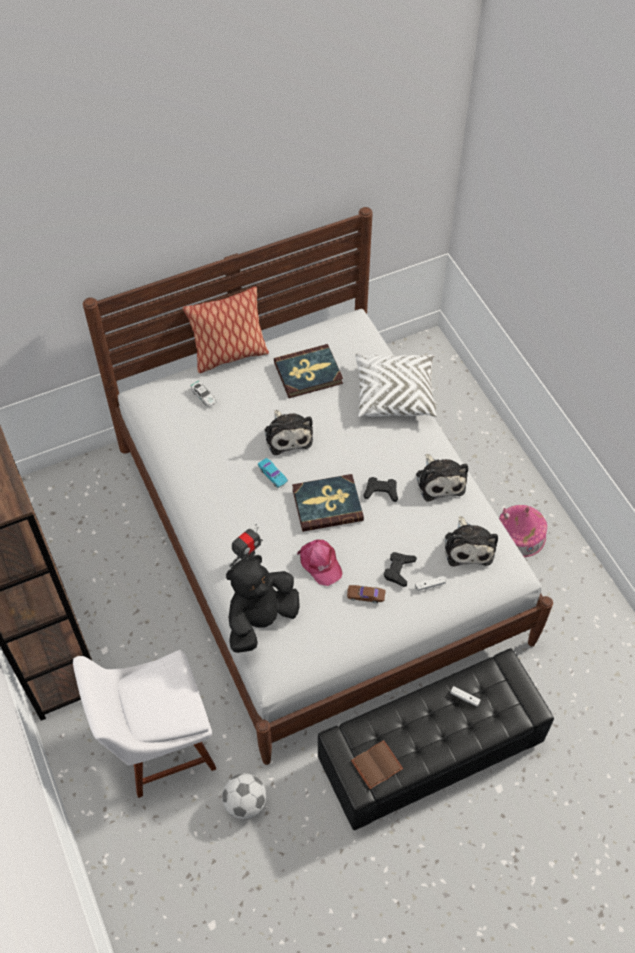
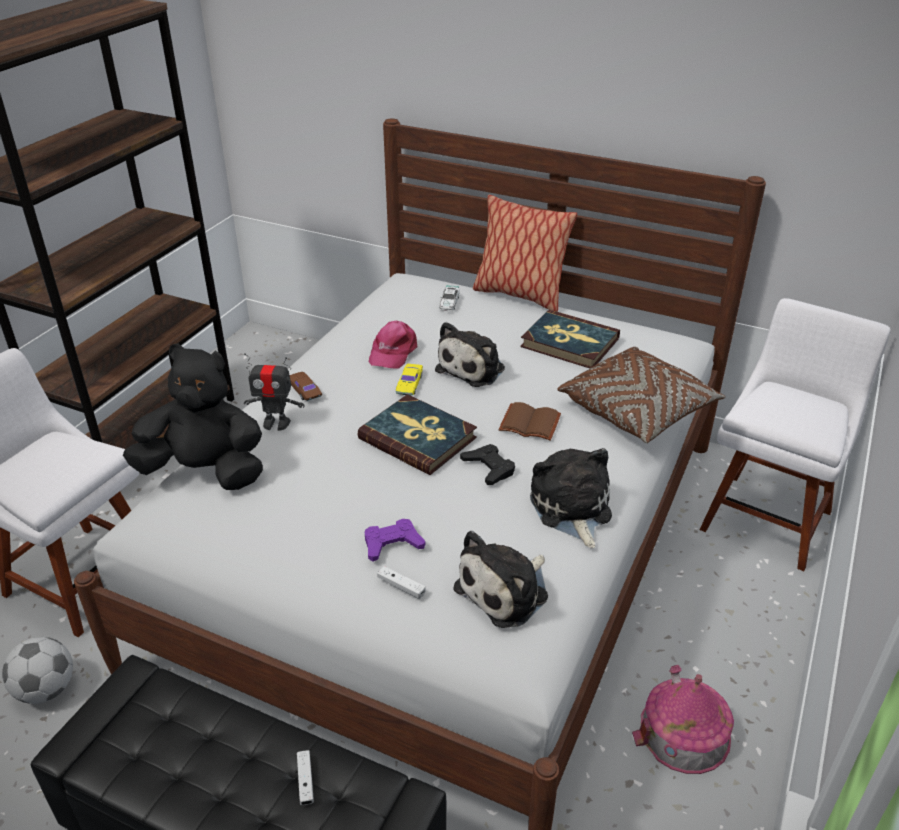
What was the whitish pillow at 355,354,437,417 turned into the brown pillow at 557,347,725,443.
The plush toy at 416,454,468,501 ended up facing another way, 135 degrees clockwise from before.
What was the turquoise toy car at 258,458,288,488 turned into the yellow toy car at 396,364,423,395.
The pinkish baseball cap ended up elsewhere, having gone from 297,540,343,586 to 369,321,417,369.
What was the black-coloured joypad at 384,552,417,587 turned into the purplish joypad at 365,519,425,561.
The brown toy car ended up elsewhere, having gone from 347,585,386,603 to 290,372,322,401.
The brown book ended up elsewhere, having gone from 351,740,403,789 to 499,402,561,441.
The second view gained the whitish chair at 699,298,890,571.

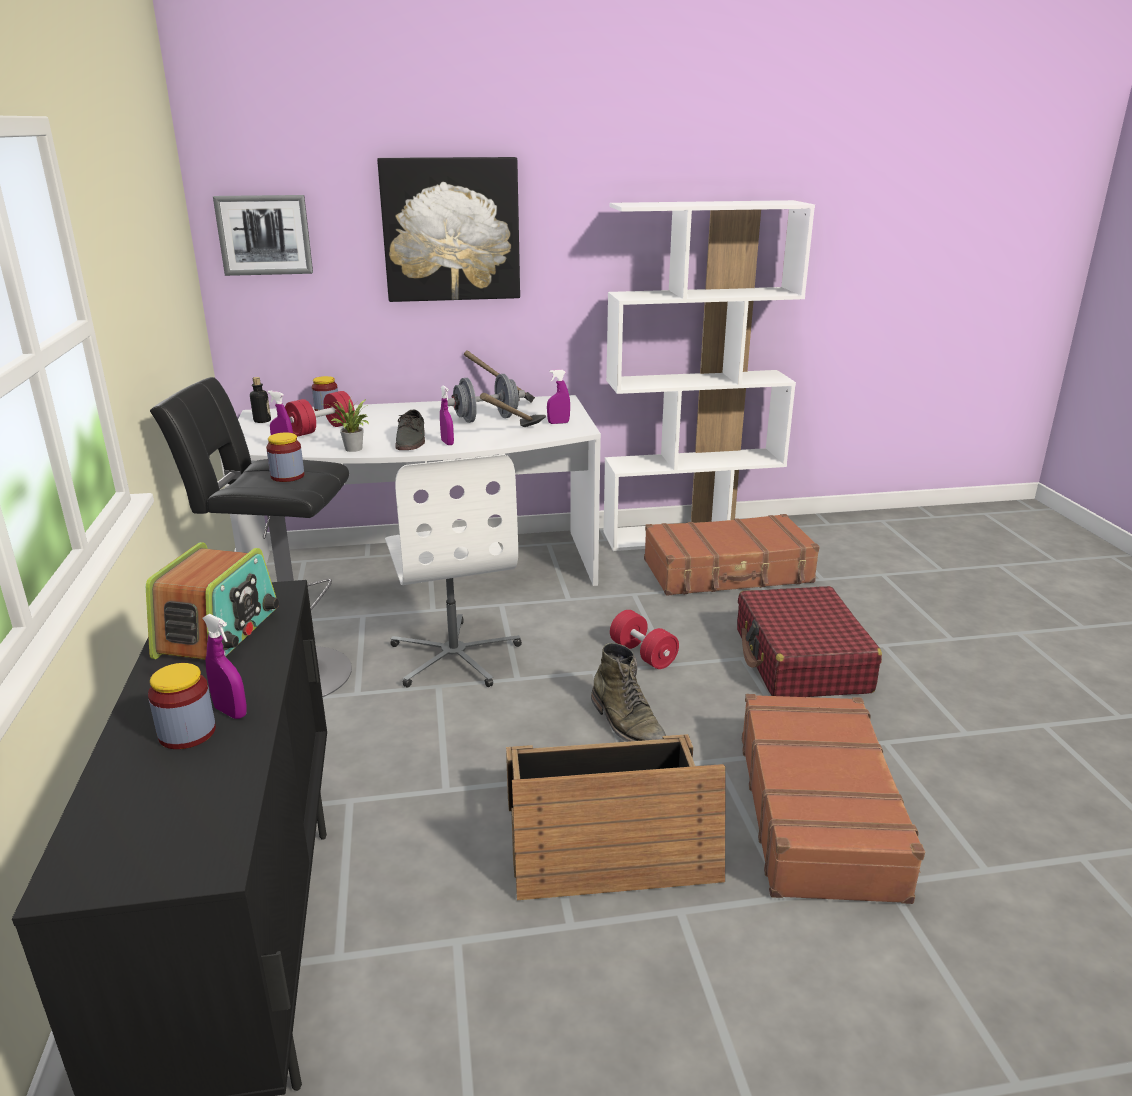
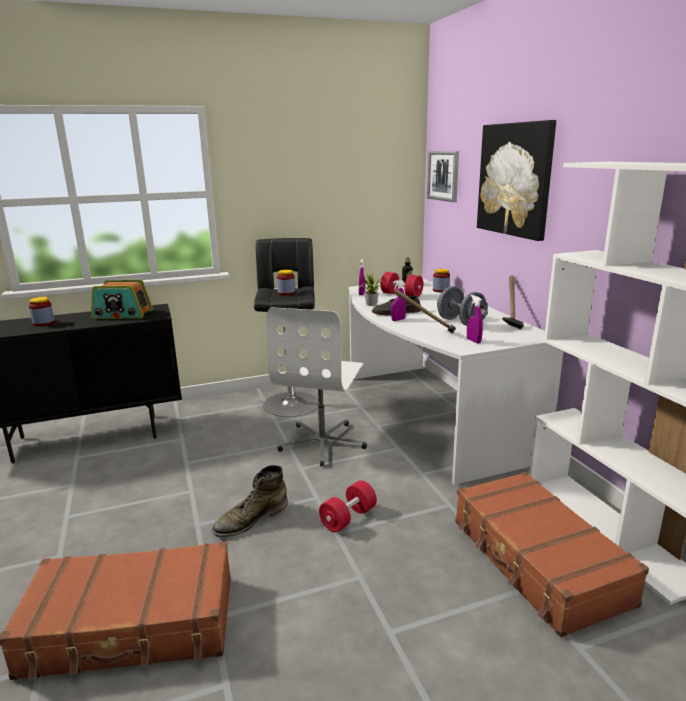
The whitish office chair at 385,454,522,688 ended up facing another way, 45 degrees counterclockwise from before.
The second view lost the red-coloured travel case at 737,586,882,697.
The second view lost the purplish sprayer at 203,614,247,719.
The second view lost the packing crate at 506,734,725,900.

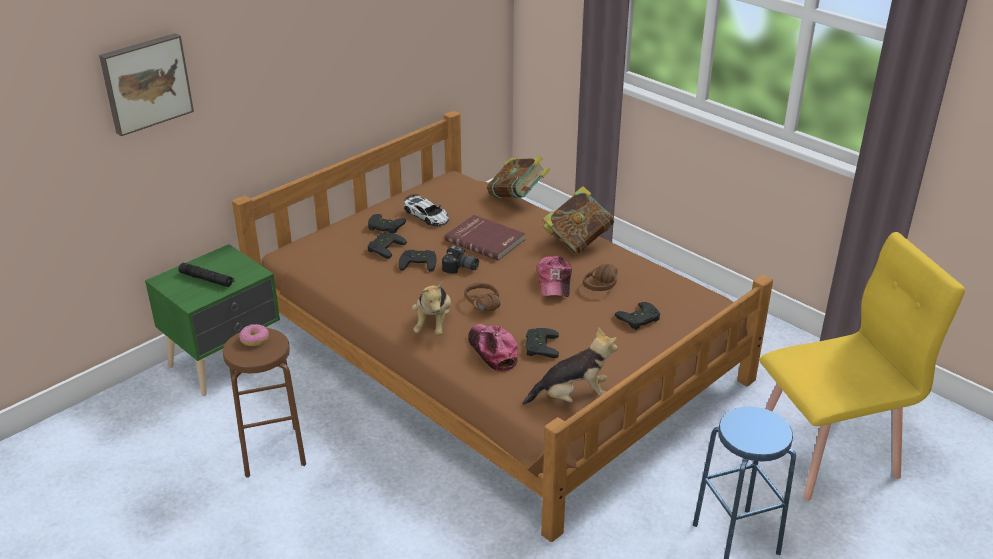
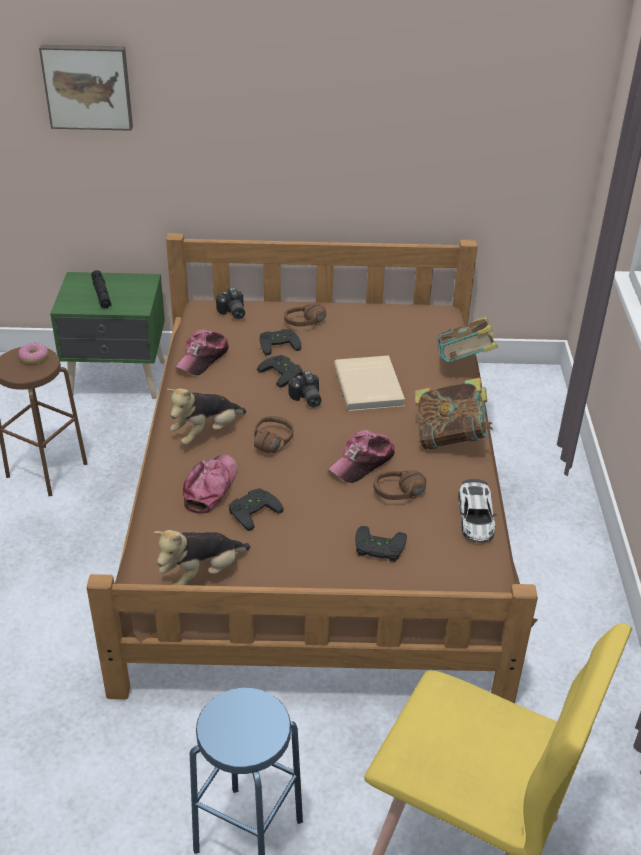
The toy car ended up elsewhere, having gone from 404,194,449,226 to 458,479,497,543.
Where the black-coloured joypad stood at 368,214,406,234, the brown headphones came to stand at 284,303,326,327.
What was the red-coloured book at 445,215,525,261 turned into the beige-coloured book at 334,355,405,411.
The plush toy at 522,327,618,405 ended up facing another way, 105 degrees clockwise from before.
The second view gained the still camera at 216,288,245,319.
The second view gained the baseball cap at 175,329,229,375.

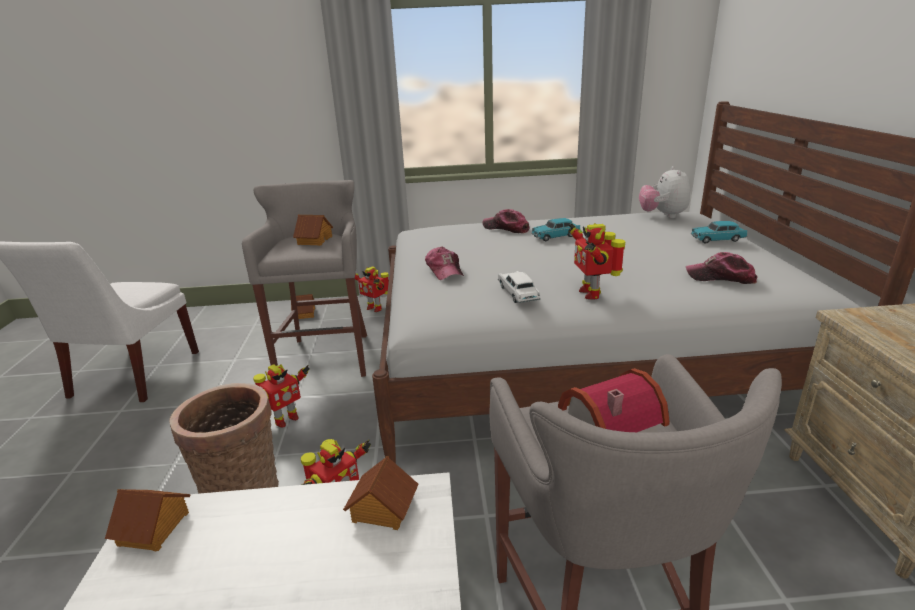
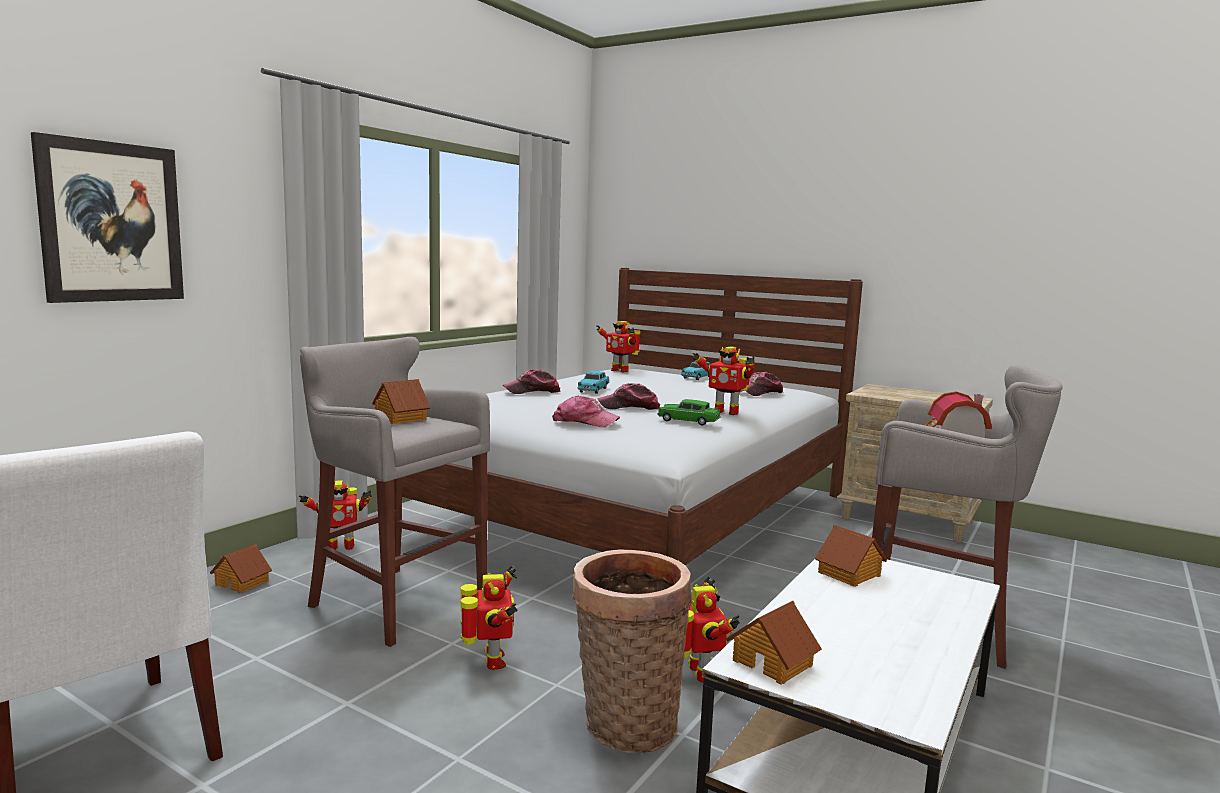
Where the plush toy stood at 639,166,690,218, the model robot came to stand at 597,321,640,372.
What was the whitish toy car at 498,271,541,303 turned into the green toy car at 657,399,721,425.
The second view gained the wall picture at 31,132,184,303.
The second view gained the baseball cap at 597,383,660,410.

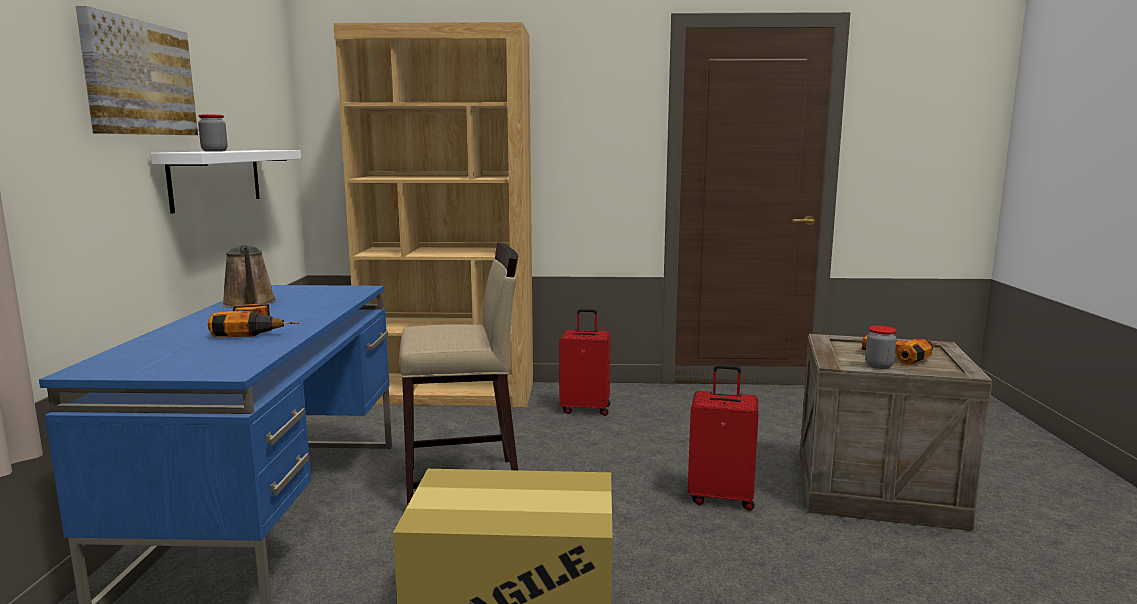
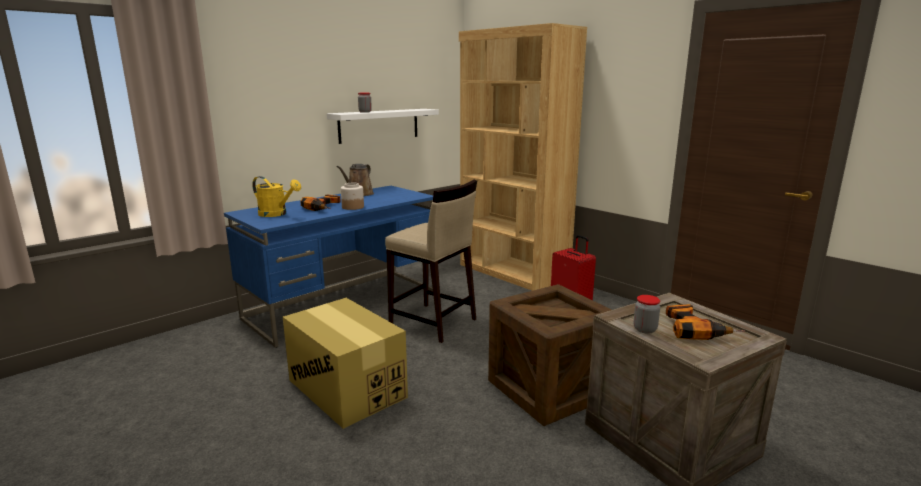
The second view lost the wall picture at 76,6,198,135.
Where the red-coloured travel case stood at 688,364,758,511, the packing crate came to stand at 488,284,612,426.
The second view gained the yellow watering can at 252,176,301,217.
The second view gained the storage jar at 341,183,364,210.

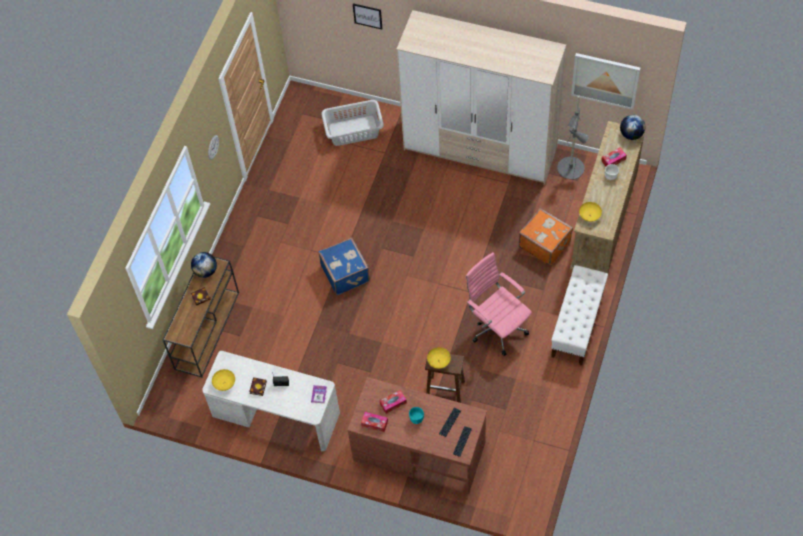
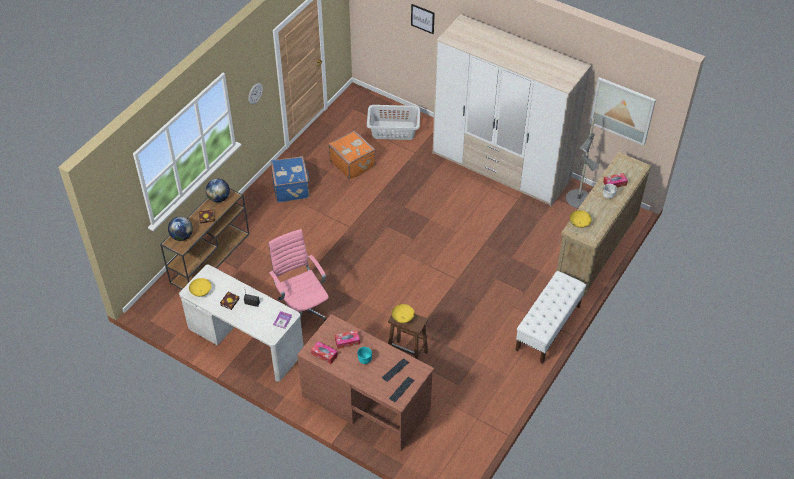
The globe ended up elsewhere, having gone from 620,115,646,140 to 168,216,193,241.
The orange-coloured travel case ended up elsewhere, having gone from 519,208,573,266 to 329,130,376,180.
The blue travel case ended up elsewhere, having gone from 318,237,370,295 to 271,156,310,202.
The pinkish office chair ended up elsewhere, having gone from 465,252,532,356 to 268,229,329,322.

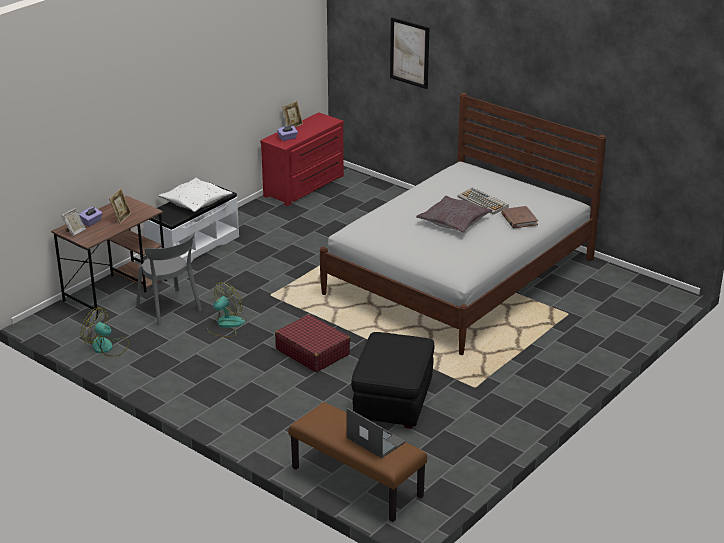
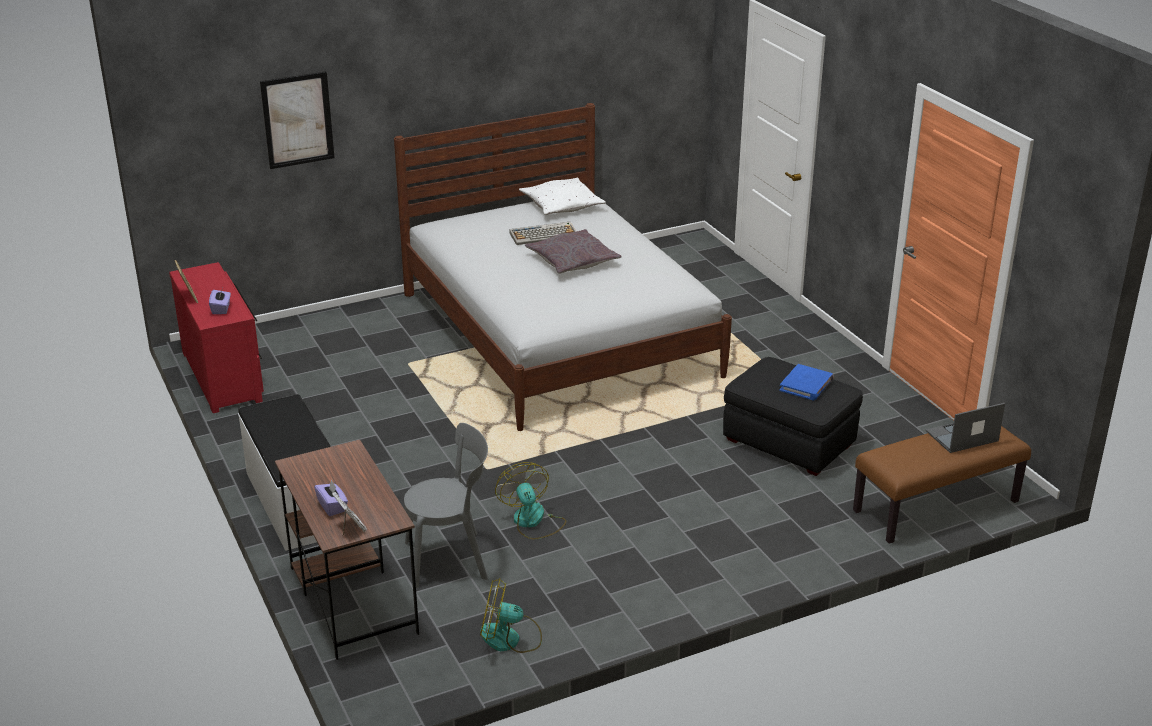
The whitish pillow ended up elsewhere, having gone from 158,178,232,212 to 519,178,606,215.
The second view lost the picture frame at 109,189,131,224.
The second view lost the brown book at 501,206,538,229.
The fan at 81,307,129,356 ended up facing another way, 45 degrees clockwise from before.
The second view lost the red-coloured travel case at 275,314,350,372.
The second view gained the blue book at 779,364,834,400.

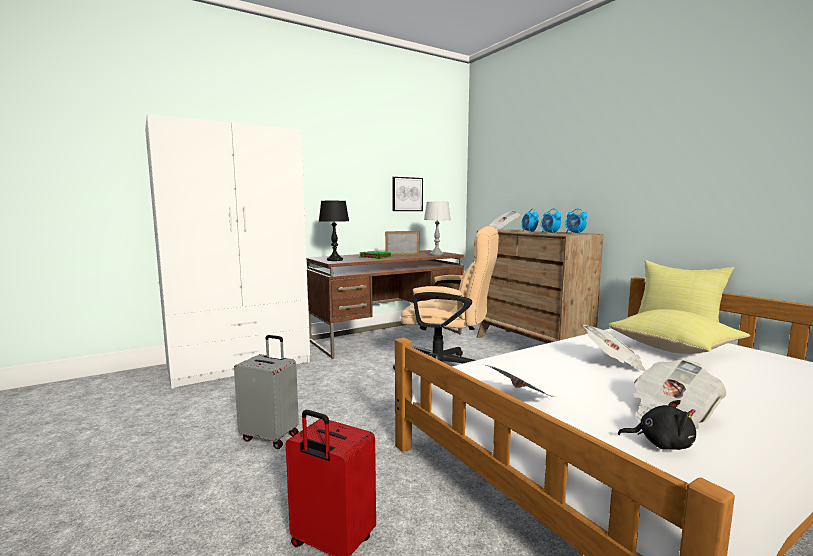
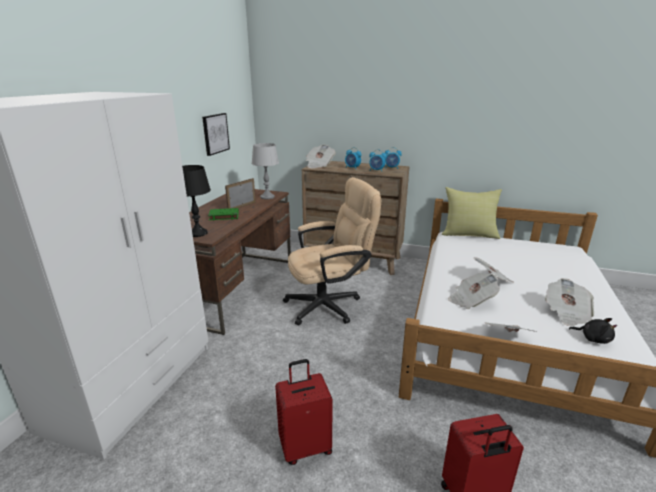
The second view lost the yellow pillow at 608,309,750,354.
What was the grey travel case at 234,335,299,449 turned into the red-coloured travel case at 275,359,333,465.
The black-coloured plush toy at 618,400,696,450 ended up facing another way, 60 degrees clockwise from before.
The second view gained the daily paper at 448,273,500,309.

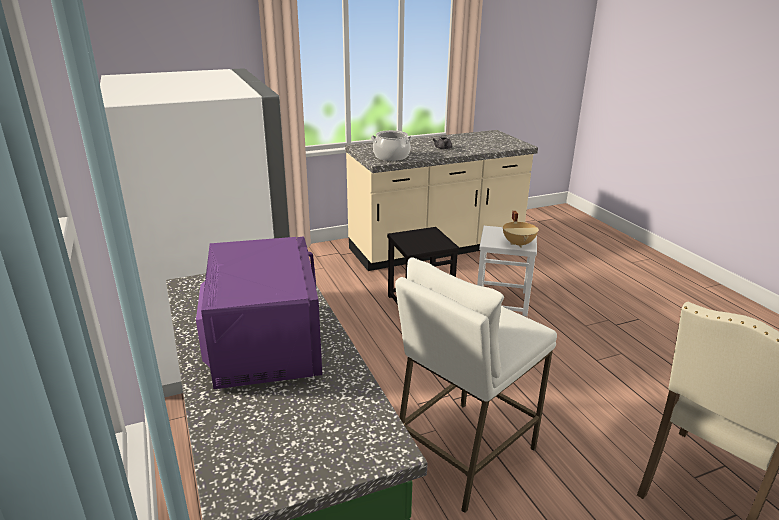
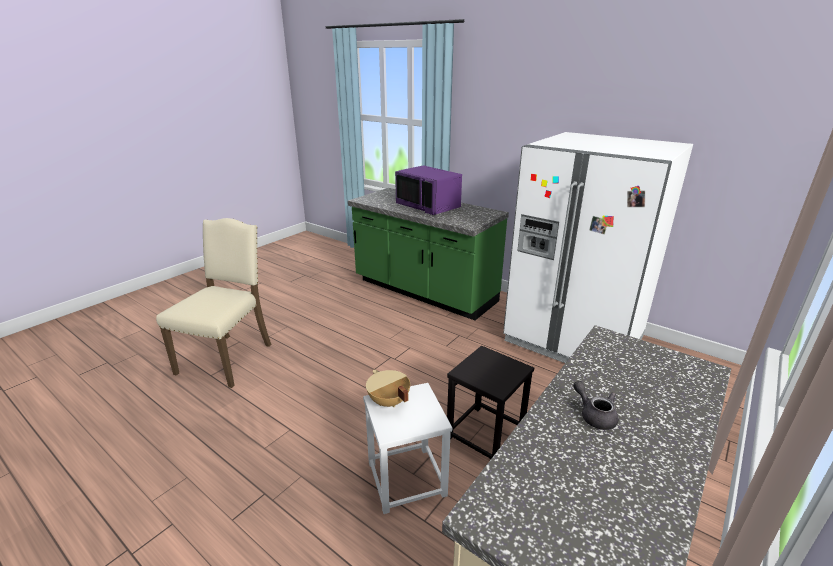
The second view lost the stockpot at 371,130,413,161.
The second view lost the whitish stool at 395,257,557,513.

